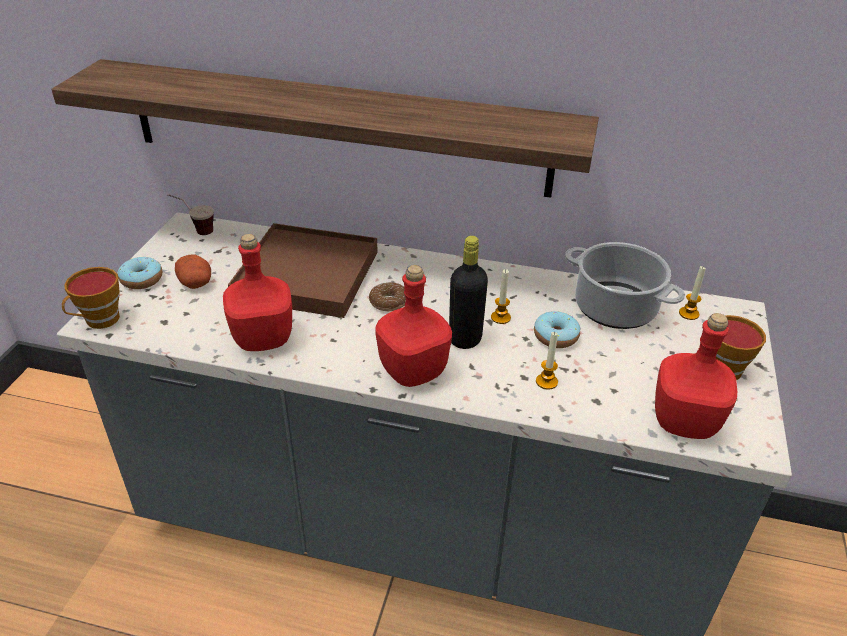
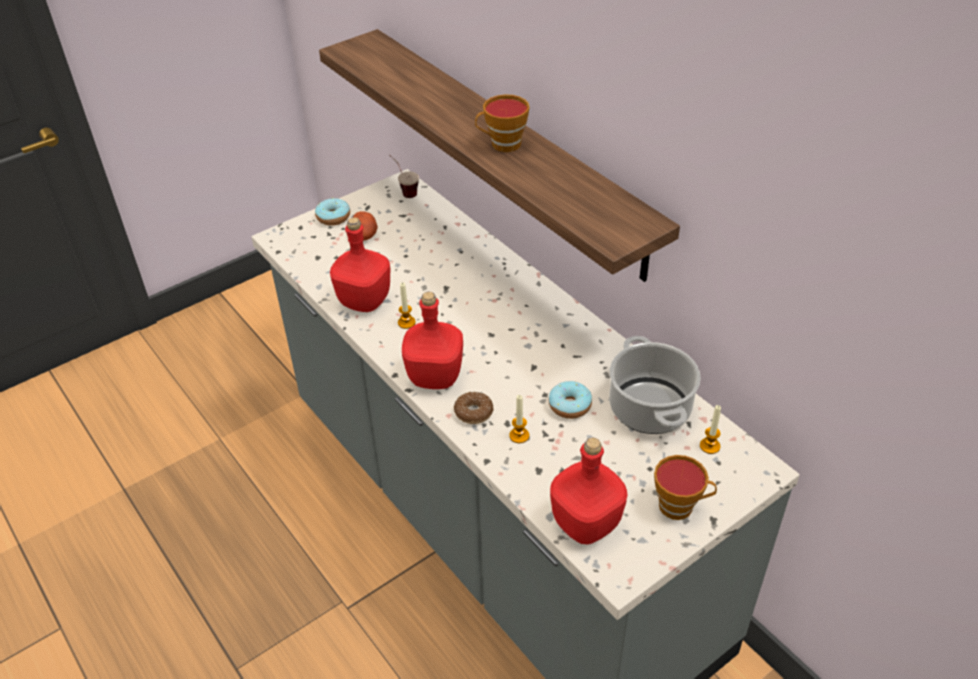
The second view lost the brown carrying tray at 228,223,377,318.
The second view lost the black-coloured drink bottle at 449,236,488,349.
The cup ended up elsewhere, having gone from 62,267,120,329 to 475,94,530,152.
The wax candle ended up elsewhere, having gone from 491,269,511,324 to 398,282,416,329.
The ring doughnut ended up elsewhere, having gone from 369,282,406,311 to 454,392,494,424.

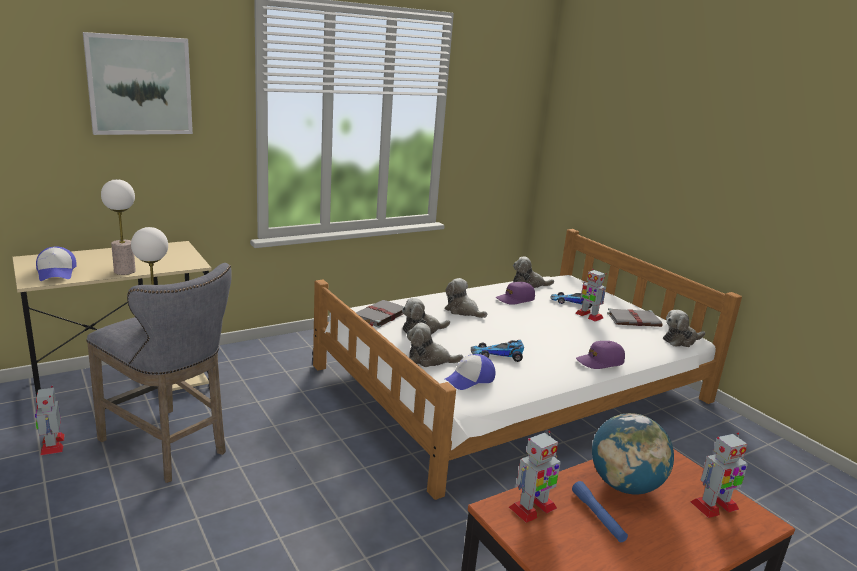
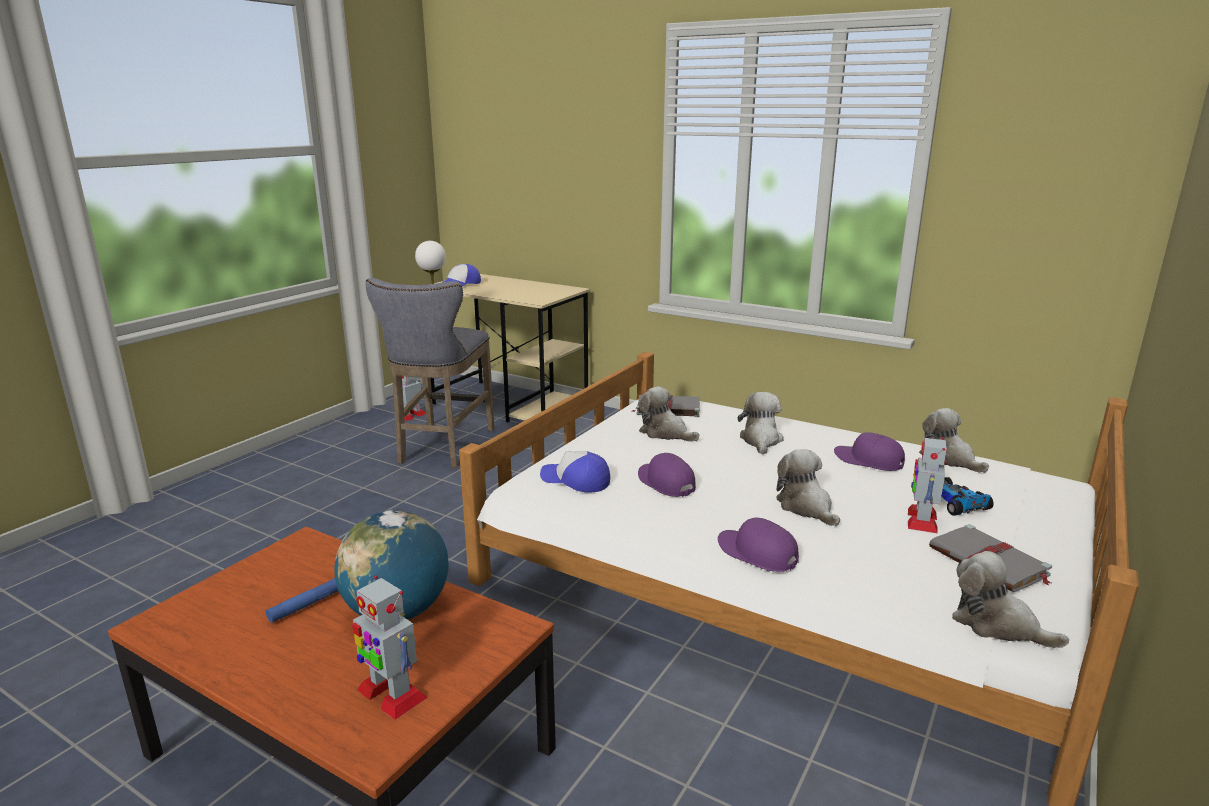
The second view lost the wall picture at 83,32,193,135.
The second view lost the lamp for a table at 101,179,136,275.
The plush toy ended up elsewhere, having gone from 407,323,463,367 to 776,449,840,526.
Where the toy car stood at 471,340,524,362, the purplish baseball cap came to stand at 638,453,696,497.
The second view lost the model robot at 509,431,561,523.

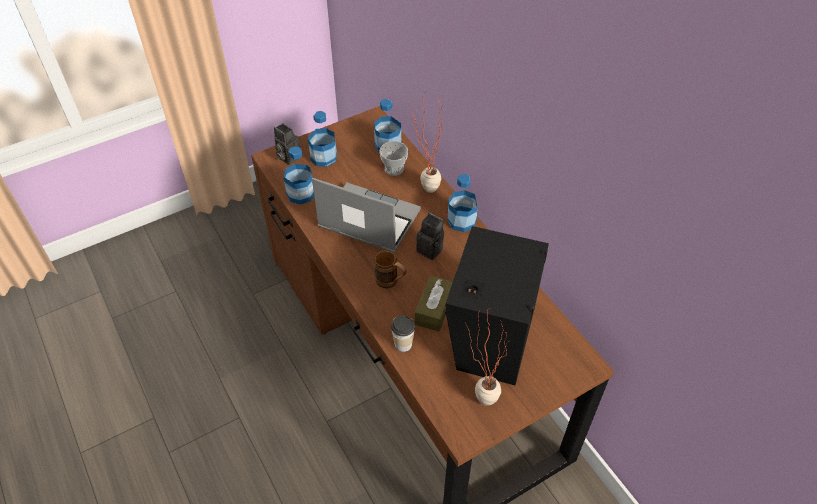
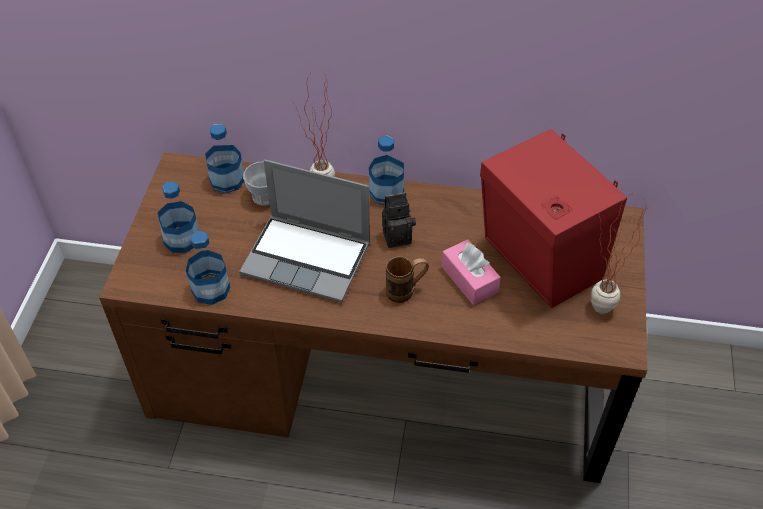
The second view lost the still camera at 274,123,301,165.
The portable computer at 312,178,421,253 ended up facing another way, 135 degrees counterclockwise from before.
What was the black-coloured speaker at 445,226,549,385 turned into the red-coloured speaker at 480,129,627,308.
What was the brown tissue box at 415,276,453,331 turned into the pinkish tissue box at 442,239,501,305.
The second view lost the cup at 391,316,415,352.

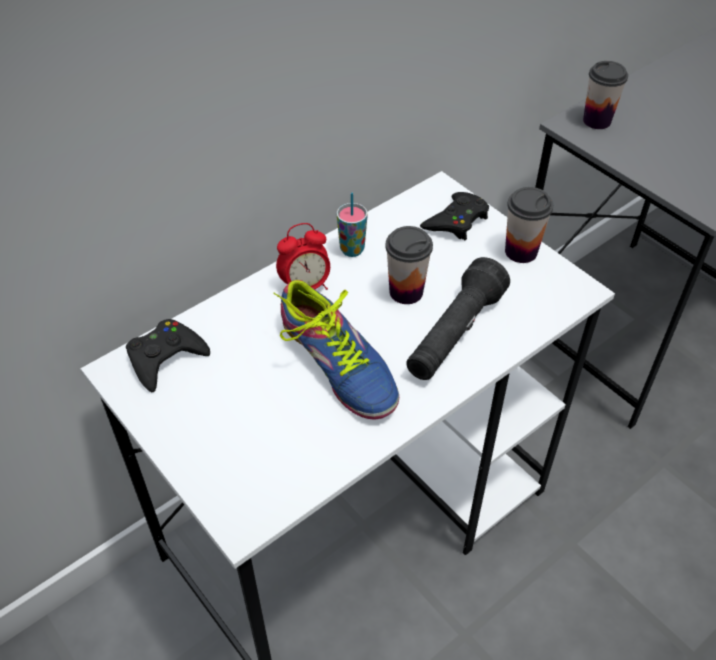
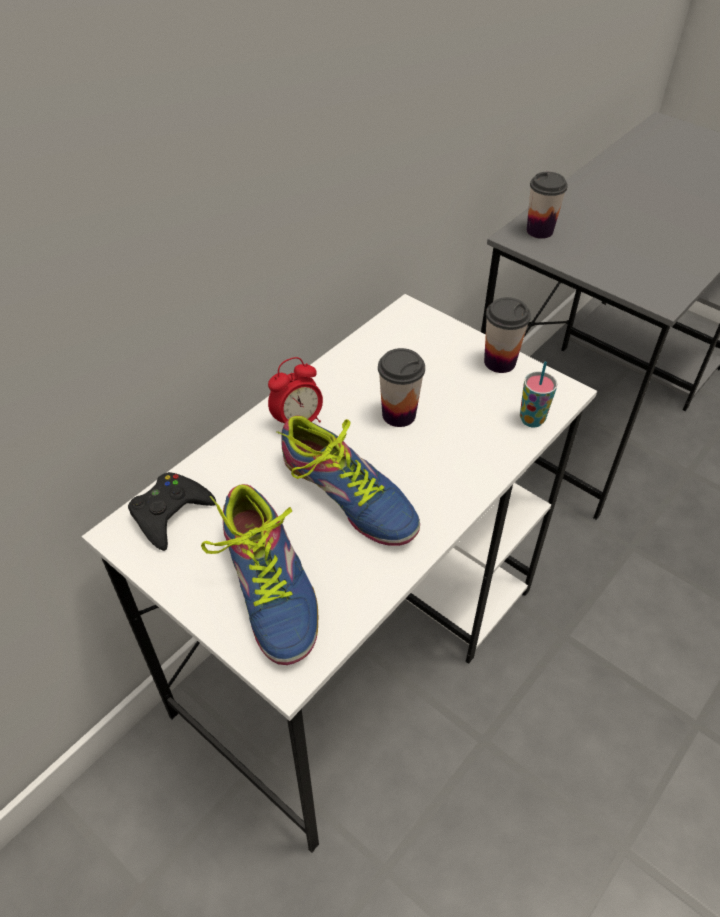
The second view lost the black-coloured joypad at 420,192,489,240.
The cup ended up elsewhere, having gone from 337,193,368,257 to 520,362,557,427.
The second view lost the black-coloured torch at 406,257,510,380.
The second view gained the low shoe at 201,484,318,665.

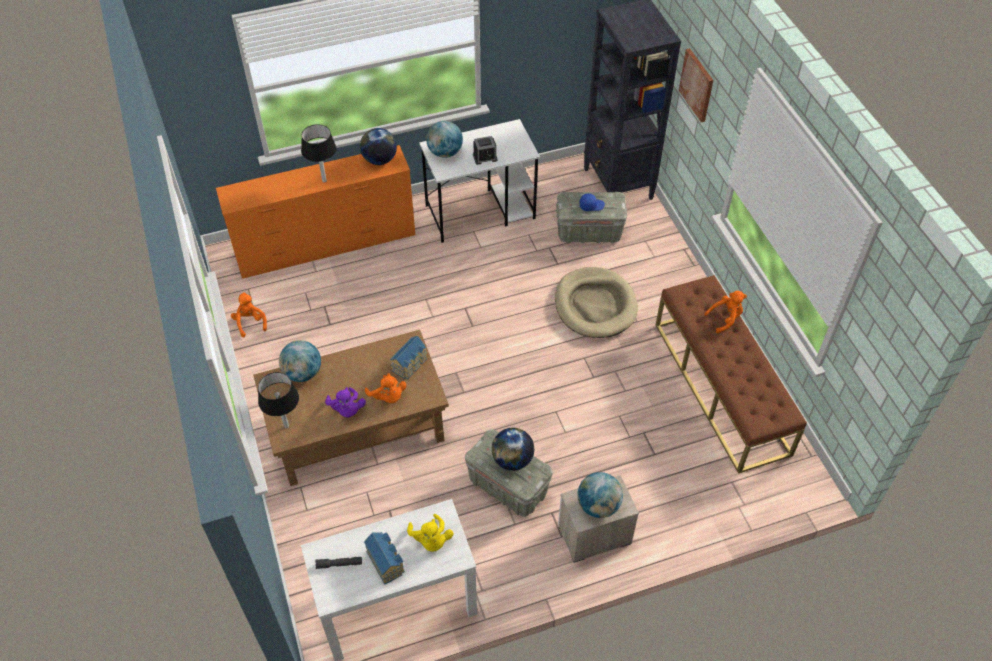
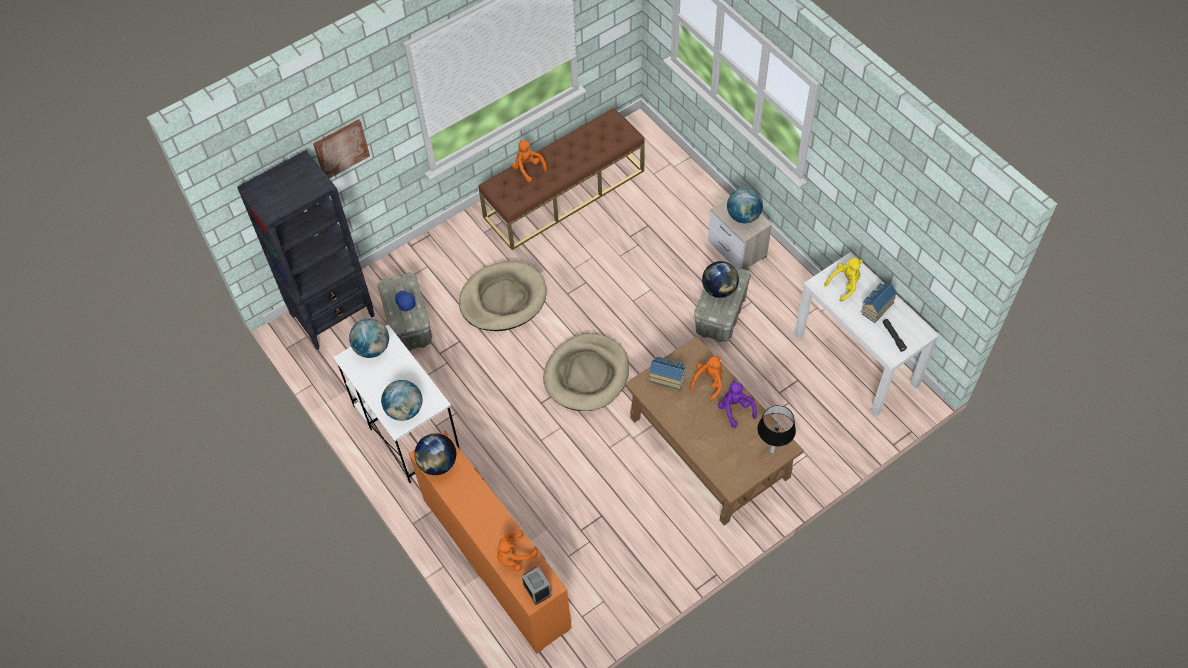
The second view lost the black-coloured lamp for a table at 301,124,337,182.
The alarm clock ended up elsewhere, having gone from 473,136,497,165 to 522,567,552,604.
The orange-coloured plush toy ended up elsewhere, having gone from 231,292,267,337 to 495,533,538,571.
The globe ended up elsewhere, having gone from 279,340,321,382 to 349,319,389,358.
The purplish plush toy at 325,387,366,418 ended up facing another way, 75 degrees counterclockwise from before.
The second view gained the beige-coloured dog cushion at 543,333,629,411.

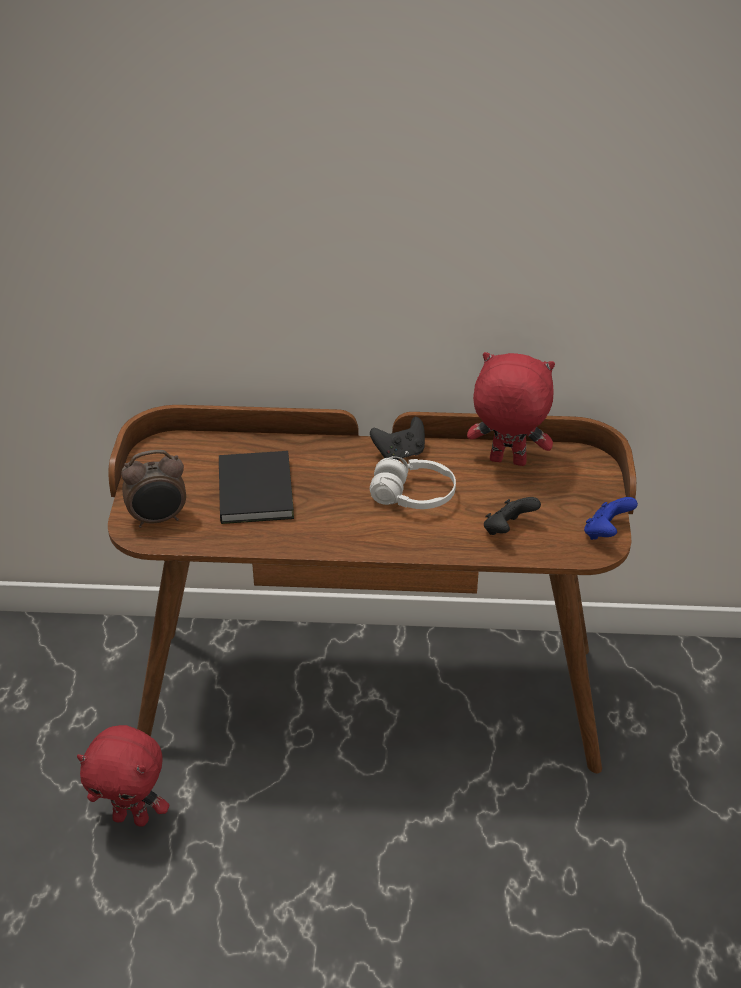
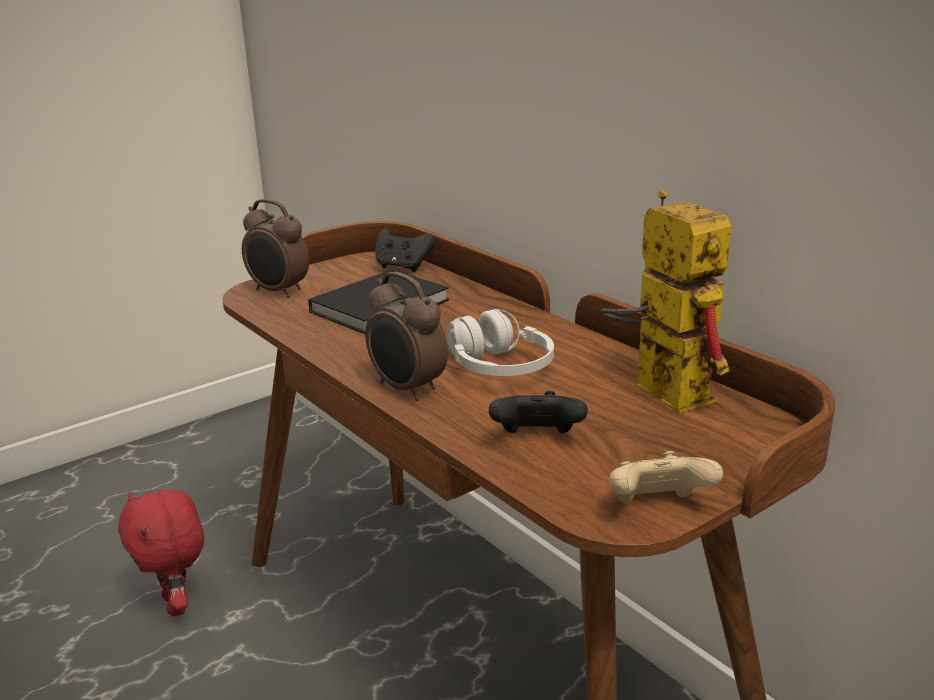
Where the red-coloured plush toy stood at 467,352,555,466, the model robot came to stand at 599,190,731,414.
The black-coloured joypad ended up elsewhere, having gone from 370,417,425,460 to 375,228,435,272.
What was the blue joypad at 584,497,638,540 turned into the beige-coloured joypad at 609,451,723,503.
The second view gained the alarm clock at 365,272,448,401.

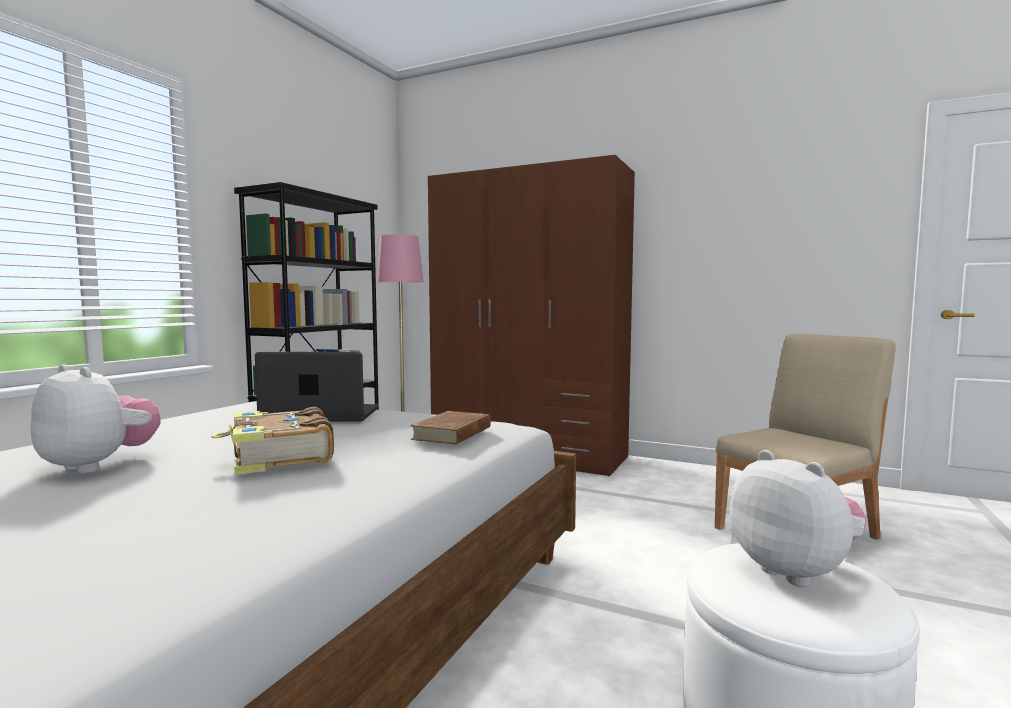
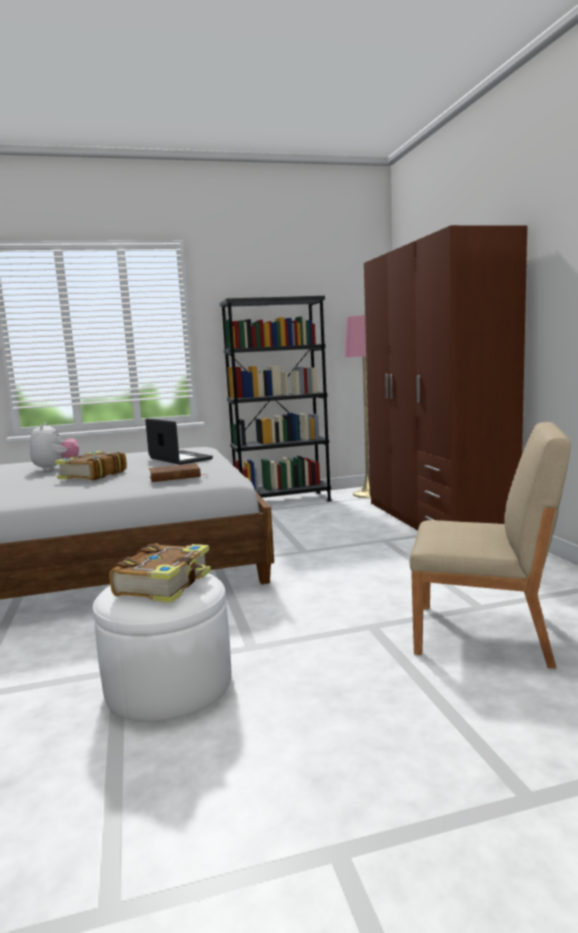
Where the plush toy stood at 730,450,867,587, the book came to stand at 109,543,211,603.

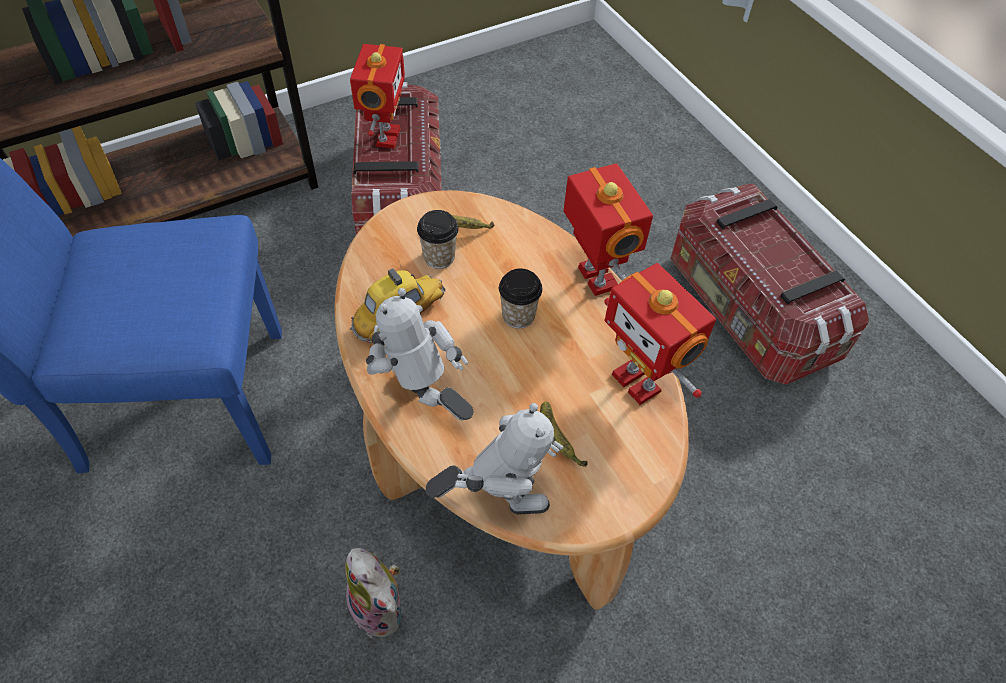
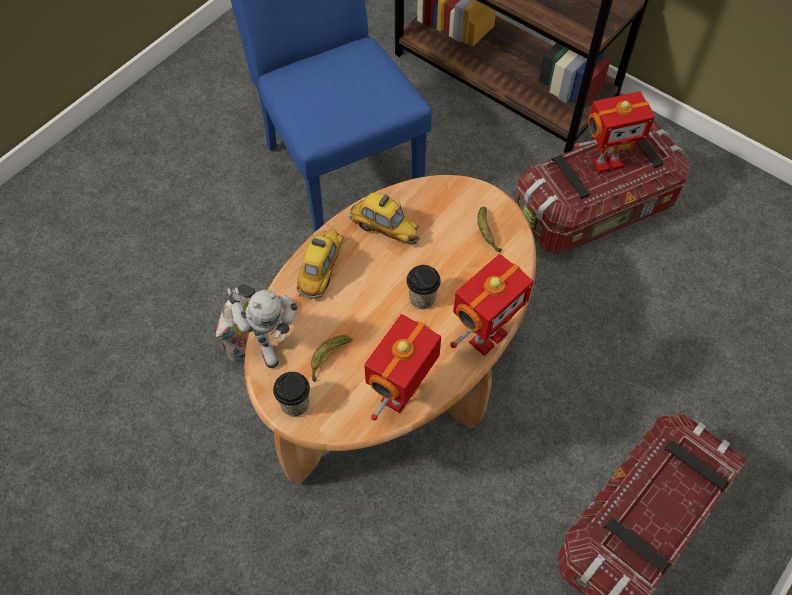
The cup ended up elsewhere, having gone from 417,210,459,269 to 273,372,310,417.
Where the model robot stood at 366,288,473,420, the toy car came to stand at 296,229,343,299.

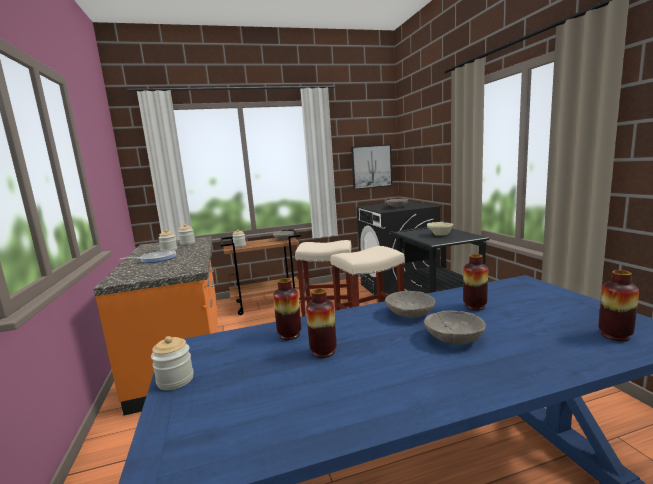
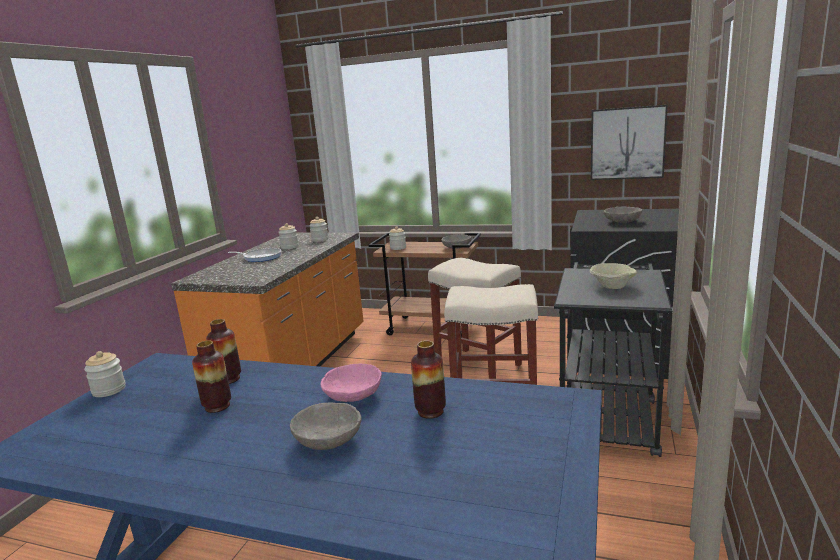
The second view lost the flower vase at 598,270,639,341.
What was the grey serving bowl at 385,291,435,318 turned into the pinkish serving bowl at 321,363,382,402.

